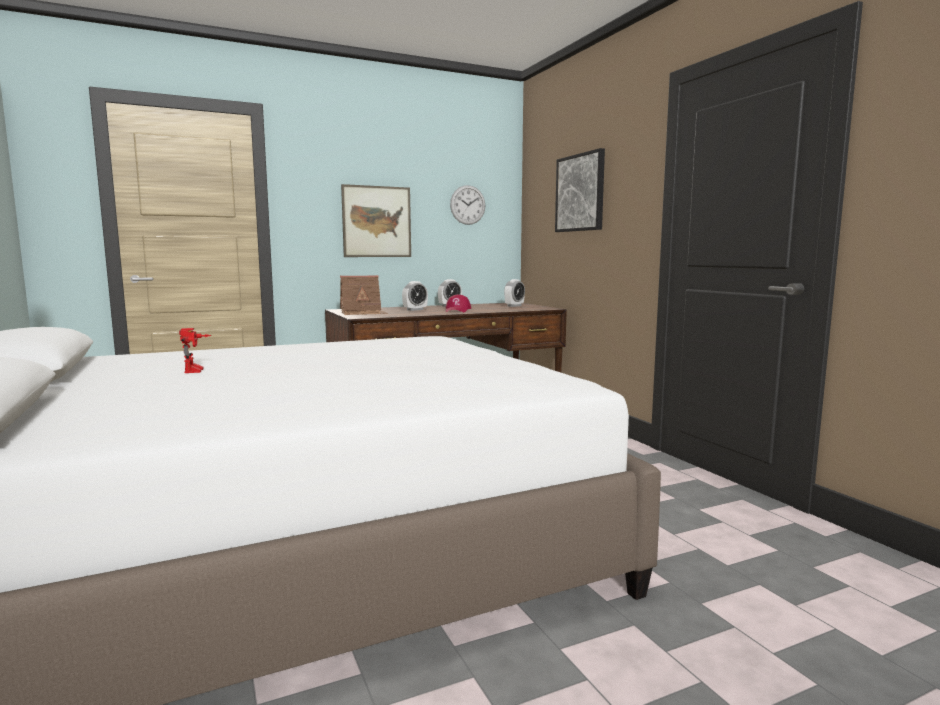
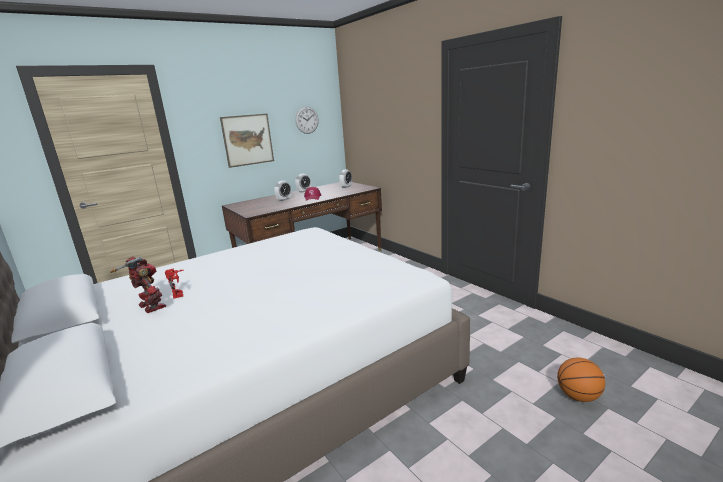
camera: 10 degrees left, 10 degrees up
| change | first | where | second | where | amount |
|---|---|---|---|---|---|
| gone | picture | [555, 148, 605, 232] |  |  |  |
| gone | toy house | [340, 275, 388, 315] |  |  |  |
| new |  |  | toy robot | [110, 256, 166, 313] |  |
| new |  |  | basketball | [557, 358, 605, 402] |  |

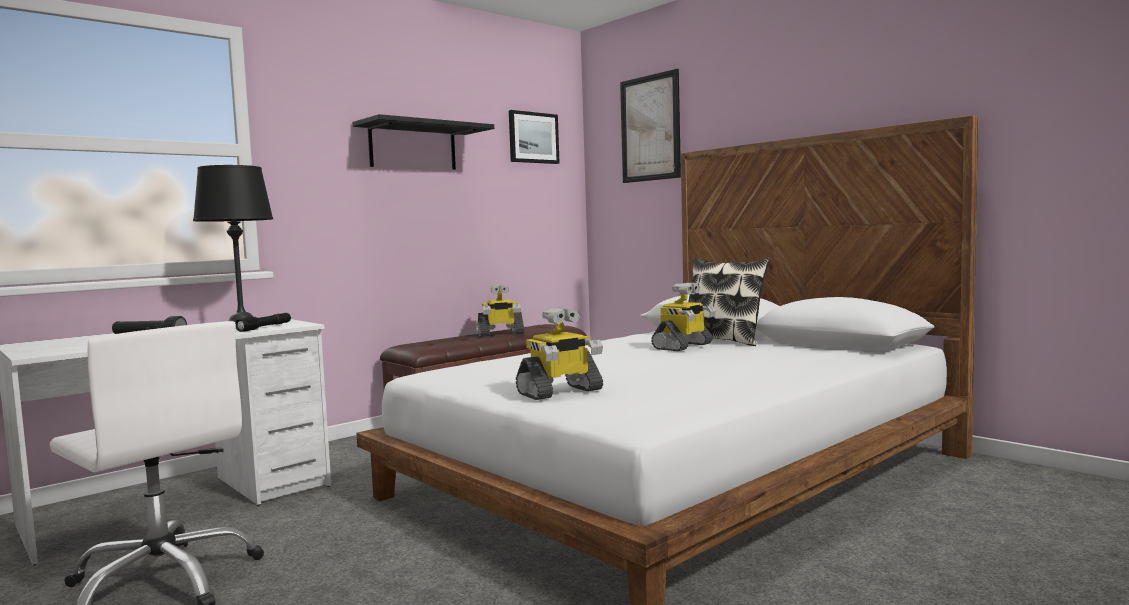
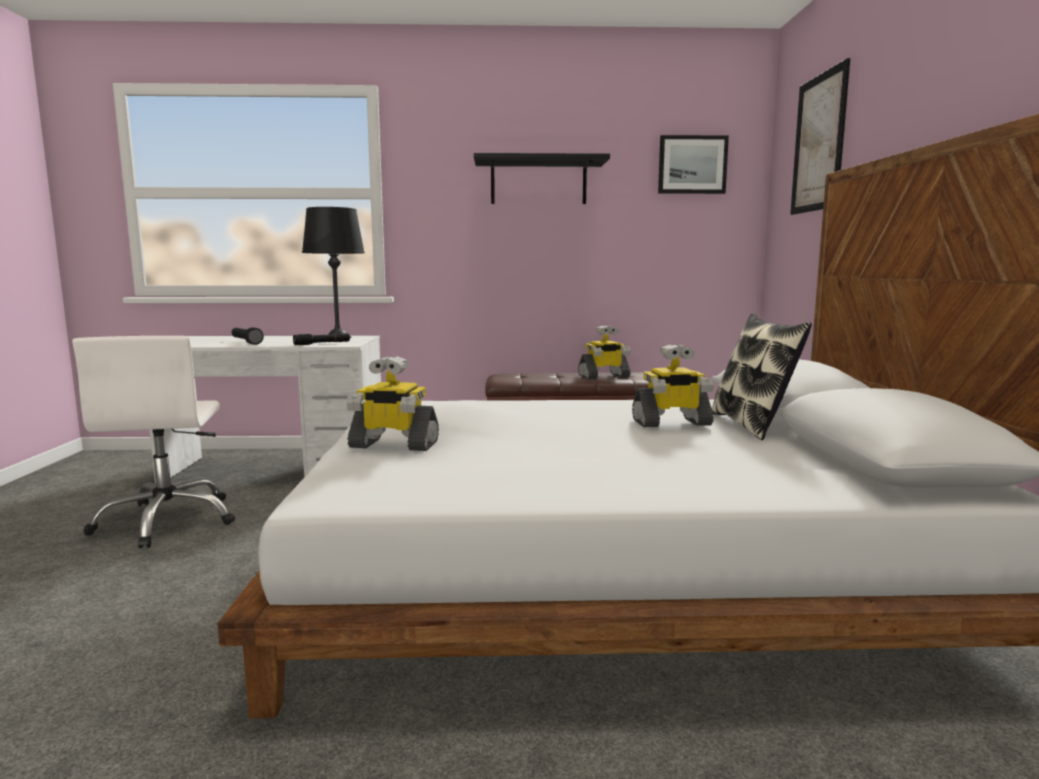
camera: 40 degrees right, 5 degrees up
| change | first | where | second | where | amount |
|---|---|---|---|---|---|
| rotated | toy robot | [478, 285, 524, 337] |  | [578, 325, 631, 379] | 45 degrees counterclockwise |

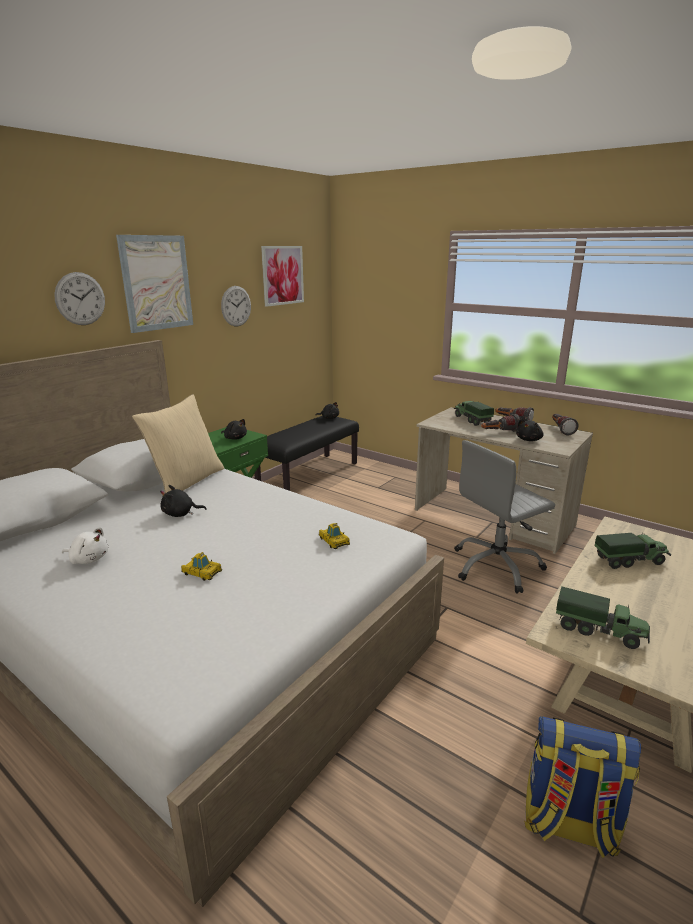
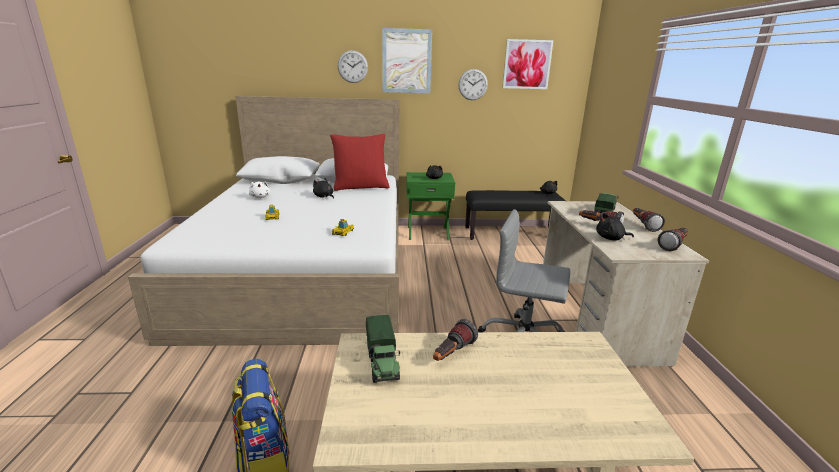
camera: 50 degrees right, 0 degrees up
| change | first | where | second | where | amount |
|---|---|---|---|---|---|
| repainted | pillow (beige) | [132, 394, 224, 493] | pillow (red) | [330, 134, 390, 191] |  |
| gone | toy truck | [595, 533, 671, 569] |  |  |  |
| new |  |  | flashlight | [433, 319, 478, 361] |  |

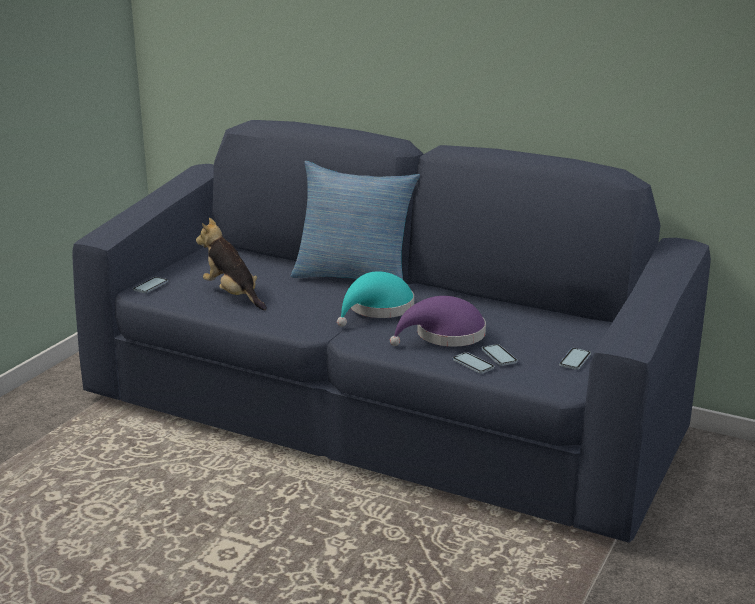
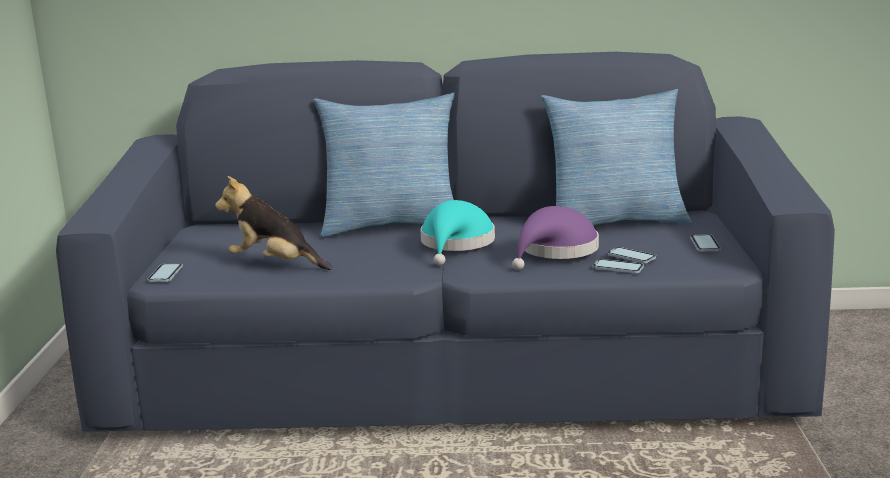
camera: 25 degrees left, 5 degrees down
| change | first | where | second | where | amount |
|---|---|---|---|---|---|
| new |  |  | pillow | [541, 89, 692, 226] |  |

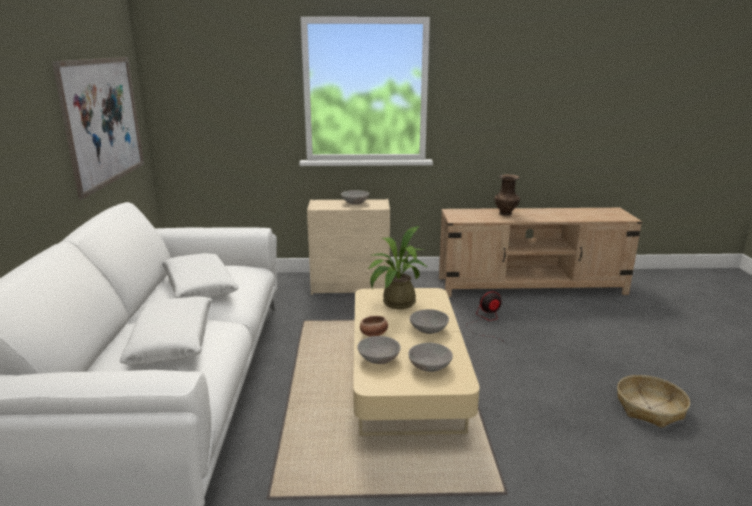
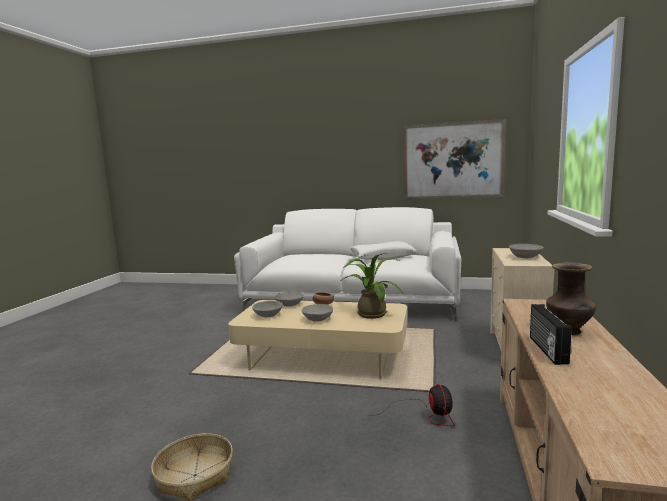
camera: 105 degrees right, 10 degrees down
| change | first | where | second | where | amount |
|---|---|---|---|---|---|
| gone | pillow (white) | [119, 297, 212, 365] |  |  |  |
| new |  |  | radio | [530, 304, 572, 365] |  |

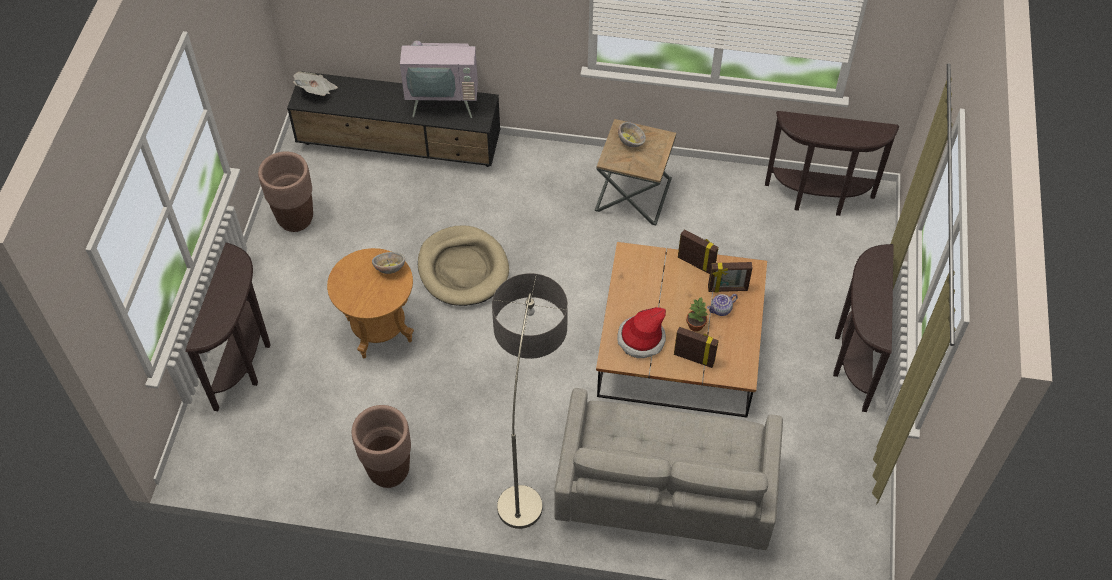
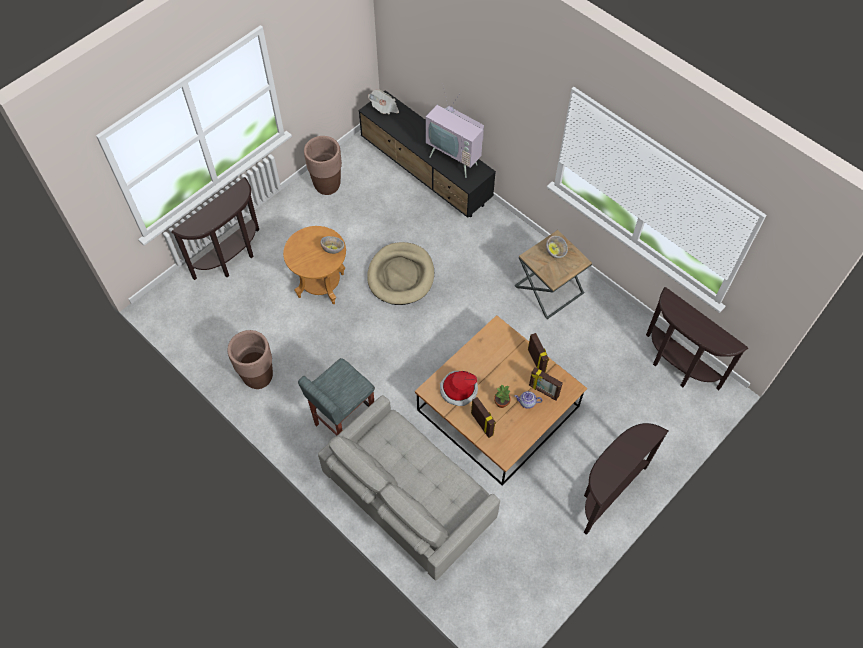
camera: 35 degrees right, 5 degrees up
| change | first | where | second | where | amount |
|---|---|---|---|---|---|
| swapped | floor lamp | [492, 273, 568, 529] | stool (grey) | [298, 358, 375, 436] |  |

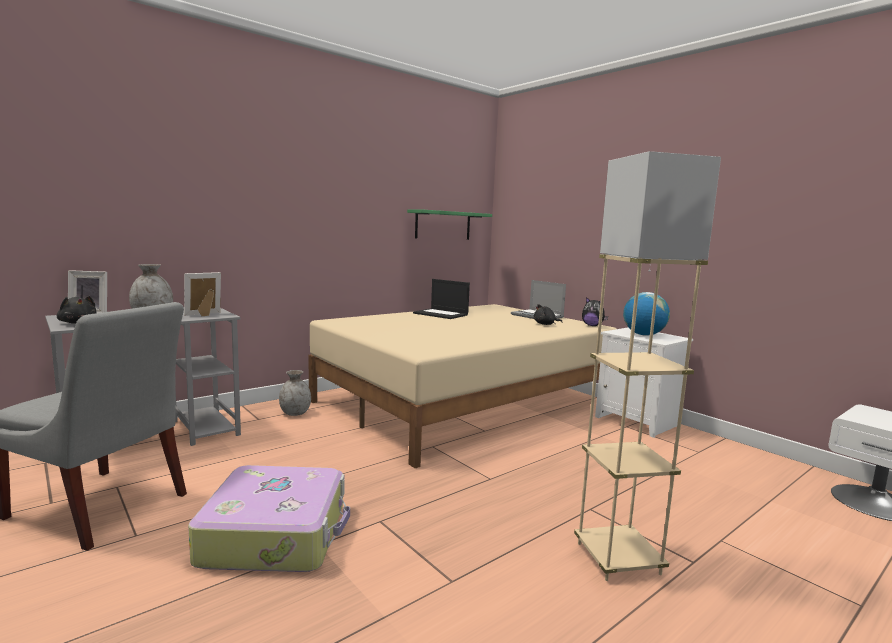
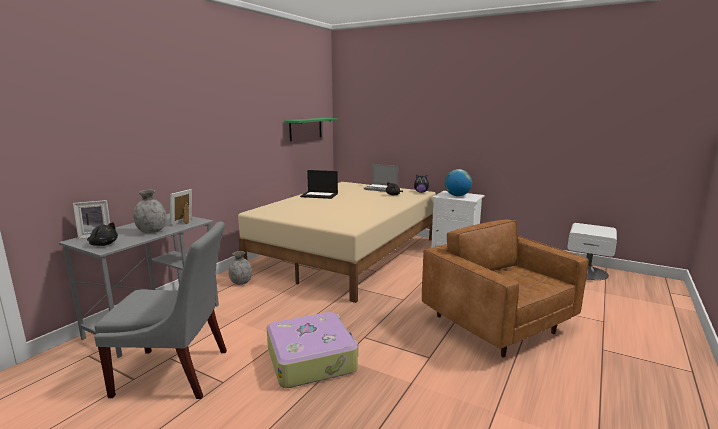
camera: 20 degrees left, 5 degrees up
| change | first | where | second | where | amount |
|---|---|---|---|---|---|
| swapped | floor lamp (beige) | [574, 151, 721, 581] | armchair (brown) | [422, 220, 589, 358] |  |

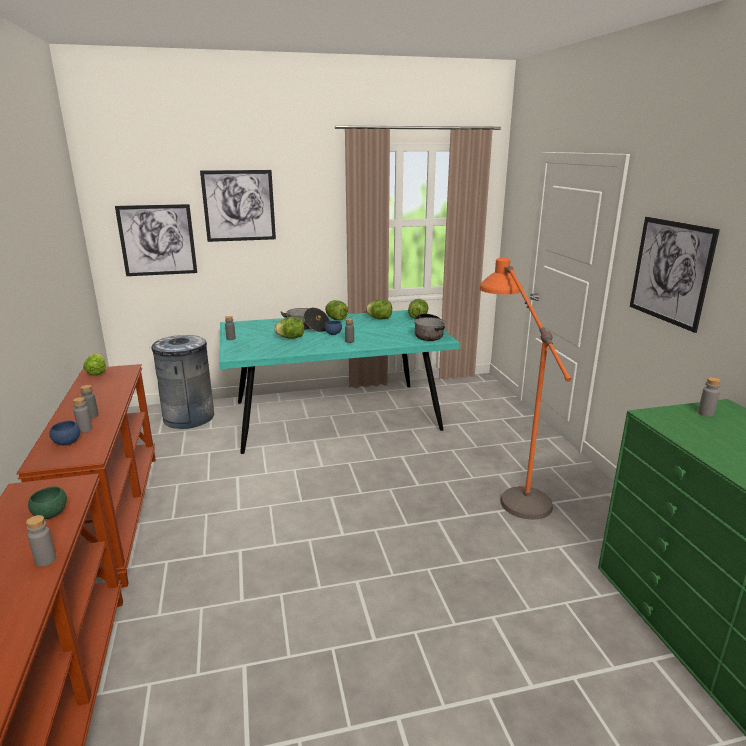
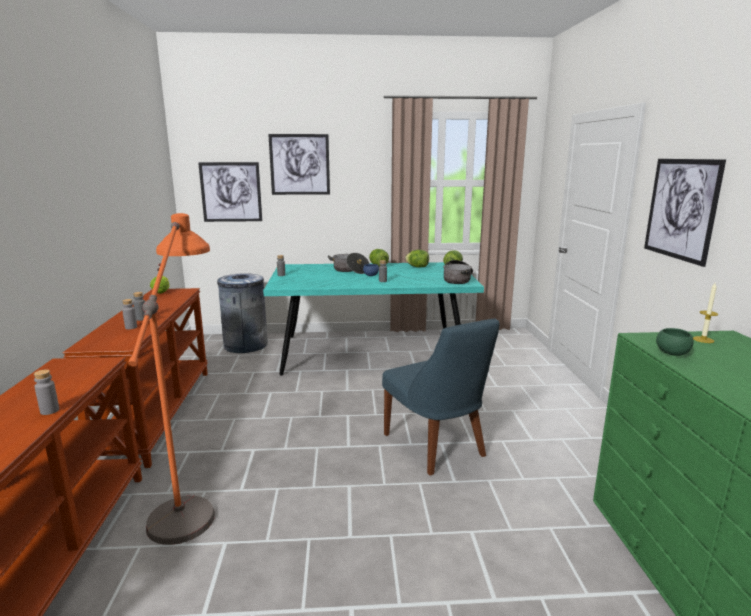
camera: 10 degrees right, 5 degrees down
| change | first | where | second | where | amount |
|---|---|---|---|---|---|
| shifted | floor lamp (orange) | [480, 258, 572, 520] |  | [128, 213, 215, 545] |  |
| gone | lettuce | [274, 317, 304, 339] |  |  |  |
| swapped | bottle (grey) | [698, 377, 721, 417] | candle | [693, 283, 718, 343] |  |
| gone | bowl (blue) | [49, 421, 80, 445] |  |  |  |
| shifted | bowl (green) | [28, 486, 67, 519] |  | [656, 328, 694, 356] |  |
| new |  |  | chair (blue) | [382, 319, 499, 475] |  |

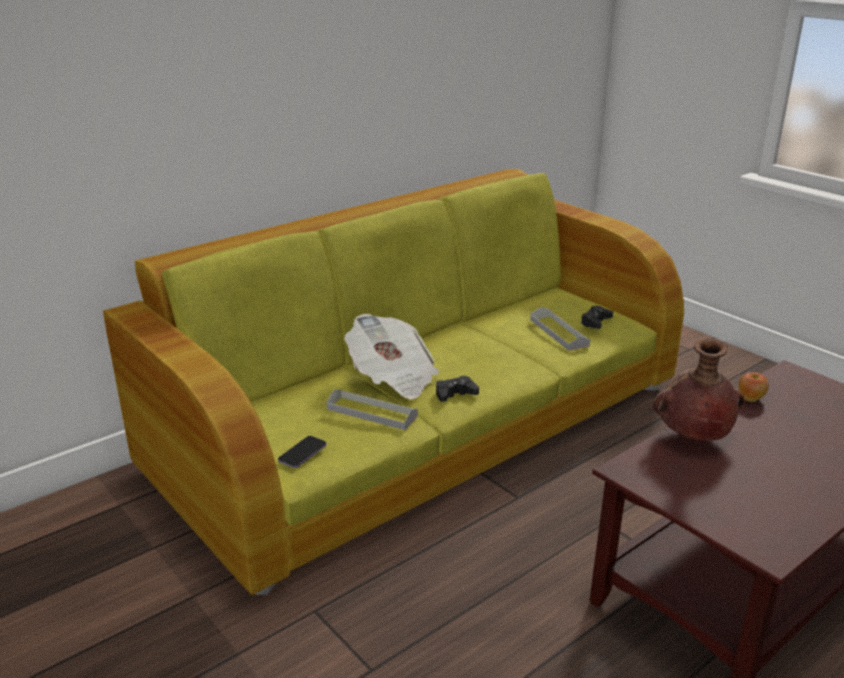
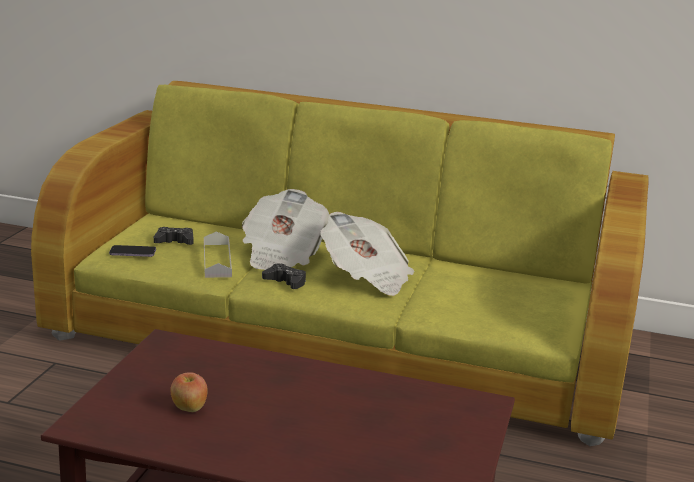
camera: 55 degrees right, 5 degrees down
| change | first | where | second | where | amount |
|---|---|---|---|---|---|
| shifted | game controller (black) | [580, 306, 613, 329] |  | [154, 227, 194, 245] |  |
| gone | tray (grey) | [530, 307, 590, 351] |  |  |  |
| gone | vase (brown) | [653, 338, 745, 441] |  |  |  |
| shifted | apple | [739, 372, 769, 402] |  | [170, 372, 208, 412] |  |
| new |  |  | newspaper | [321, 212, 414, 296] |  |

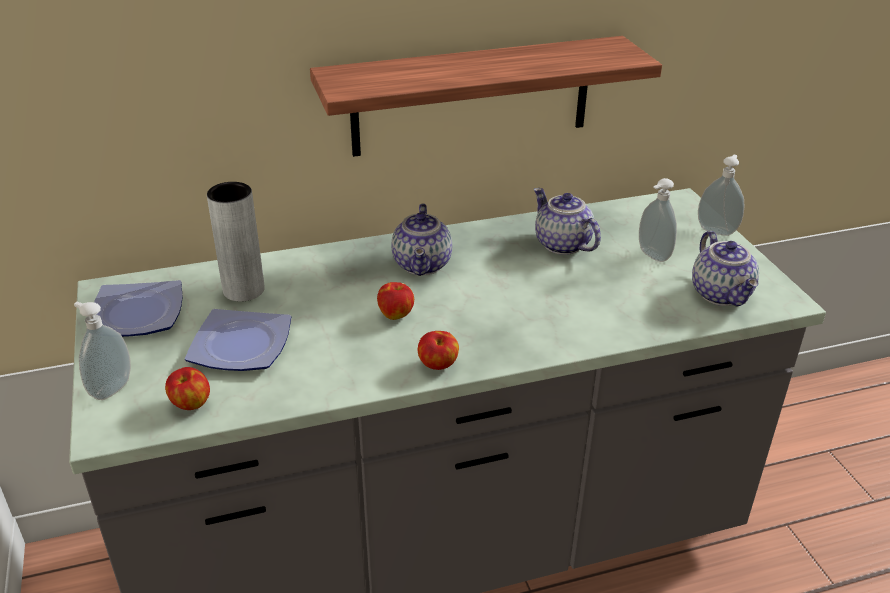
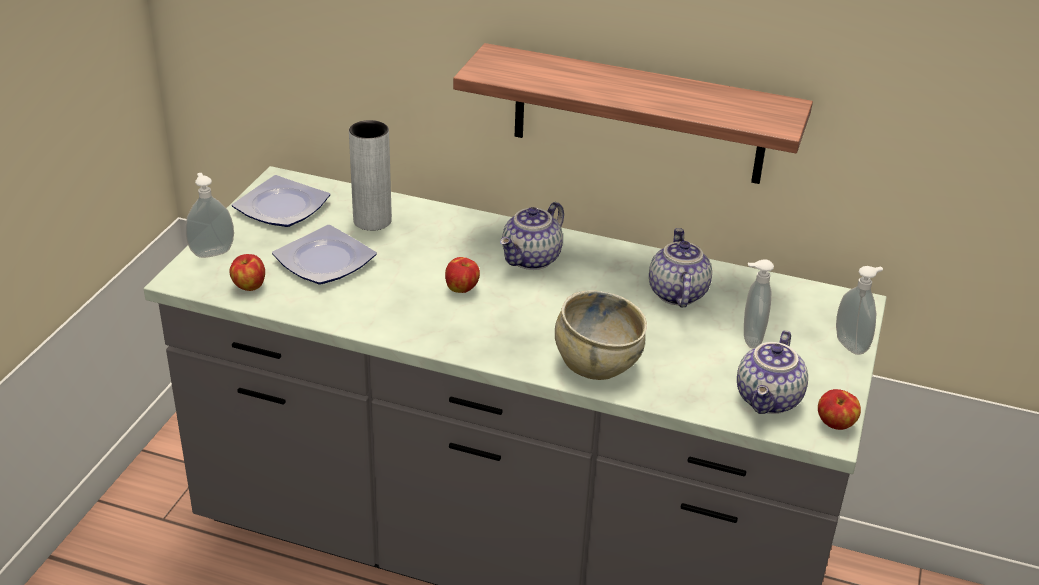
camera: 35 degrees right, 0 degrees up
| change | first | where | second | where | amount |
|---|---|---|---|---|---|
| shifted | apple | [418, 331, 459, 370] |  | [818, 389, 861, 430] |  |
| new |  |  | bowl (beige) | [555, 290, 647, 380] |  |

